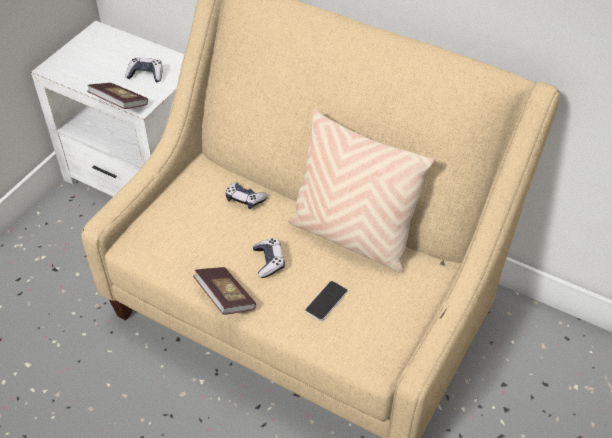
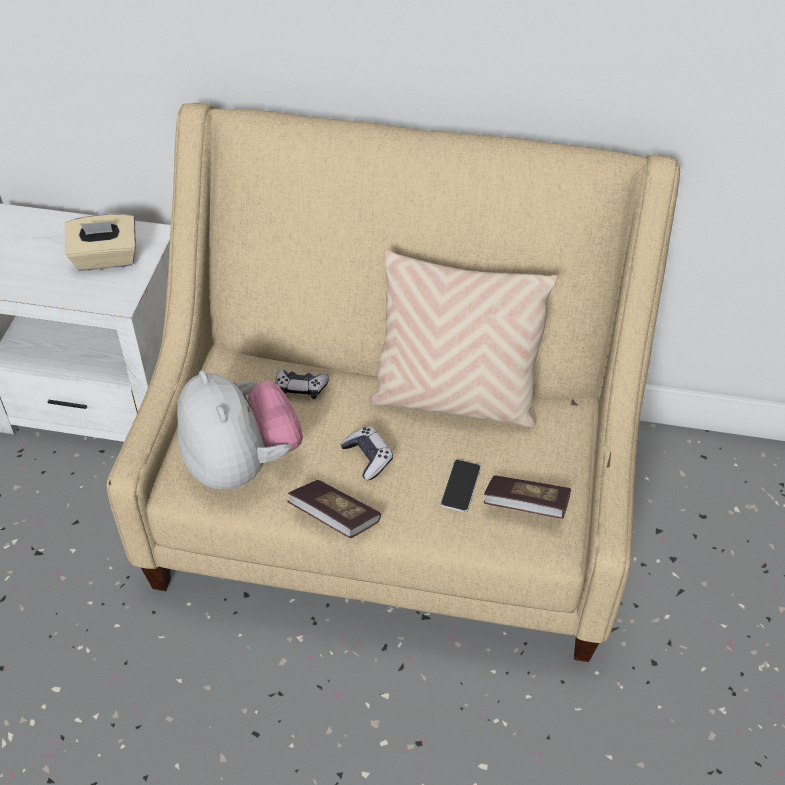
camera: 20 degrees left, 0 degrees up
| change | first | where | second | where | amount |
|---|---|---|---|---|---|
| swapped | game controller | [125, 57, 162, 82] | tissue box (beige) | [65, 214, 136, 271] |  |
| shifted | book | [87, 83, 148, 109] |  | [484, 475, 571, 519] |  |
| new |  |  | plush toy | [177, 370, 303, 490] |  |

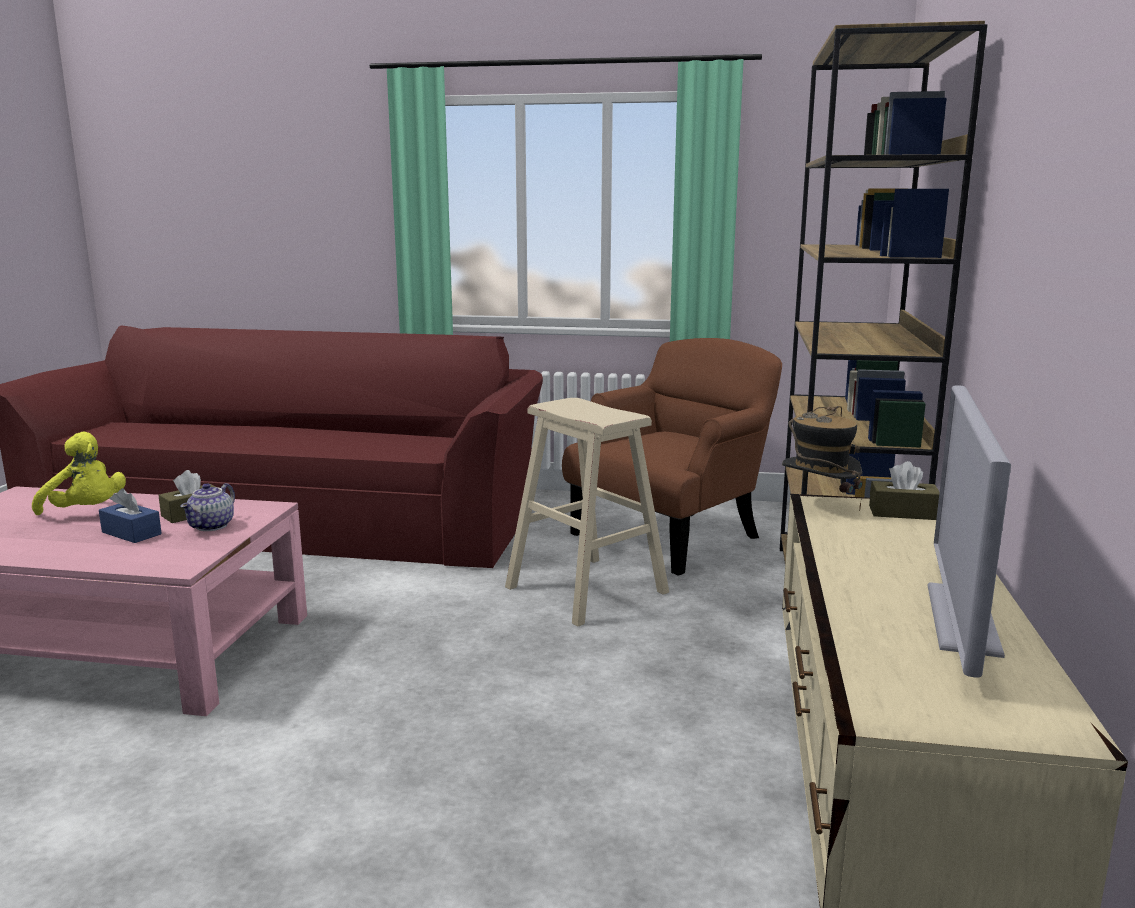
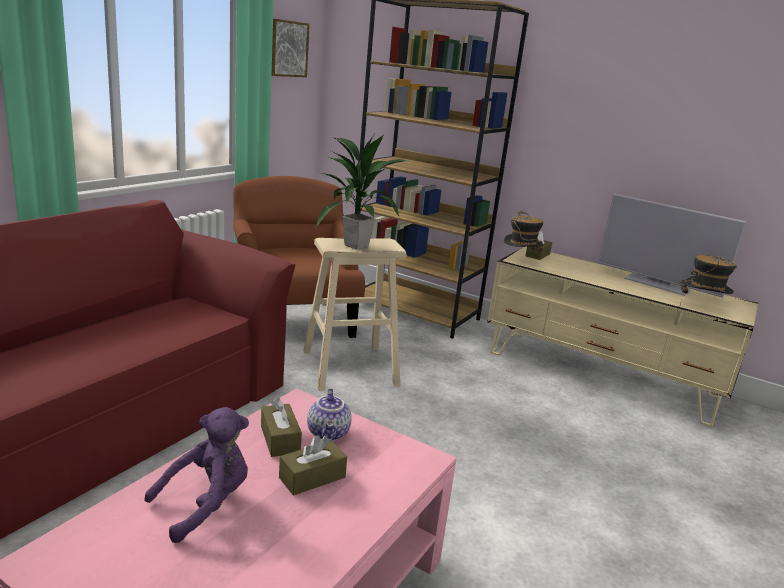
camera: 70 degrees left, 5 degrees up
| change | first | where | second | where | amount |
|---|---|---|---|---|---|
| repainted | plush toy (yellow) | [32, 432, 126, 515] | plush toy (purple) | [144, 407, 249, 543] |  |
| rotated | teapot | [180, 483, 235, 531] |  | [307, 388, 352, 441] | 45 degrees clockwise |
| repainted | tissue box (blue) | [99, 488, 162, 543] | tissue box (brown) | [279, 436, 347, 496] |  |
| new |  |  | picture | [271, 19, 310, 77] |  |
| new |  |  | potted plant | [316, 134, 408, 250] |  |
| new |  |  | hat | [680, 255, 737, 305] |  |

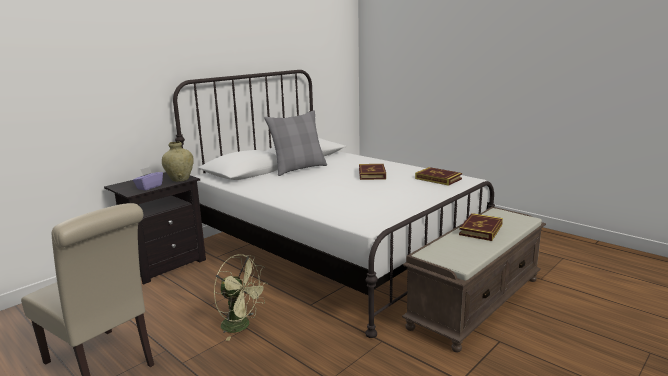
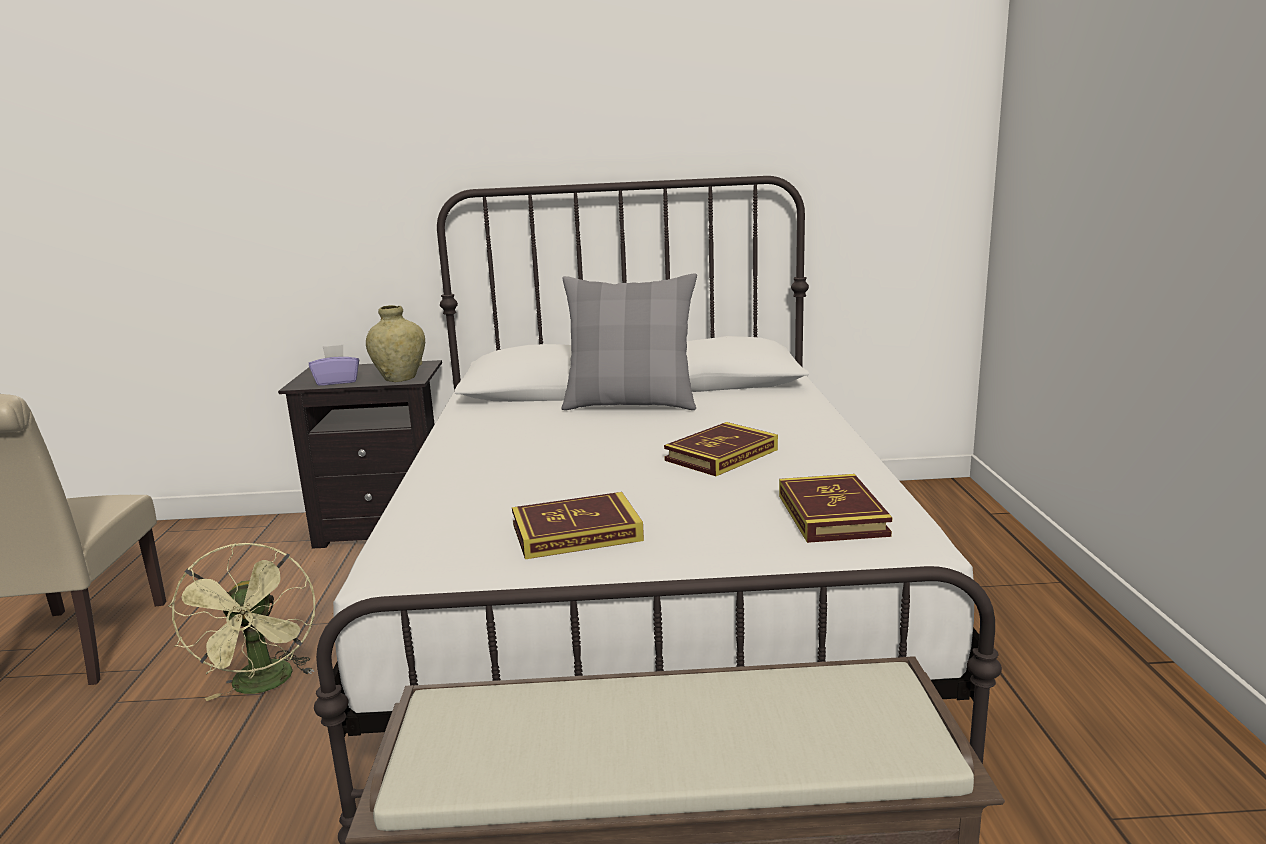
camera: 45 degrees right, 0 degrees up
| change | first | where | second | where | amount |
|---|---|---|---|---|---|
| shifted | book | [459, 213, 503, 241] |  | [512, 492, 644, 559] |  |

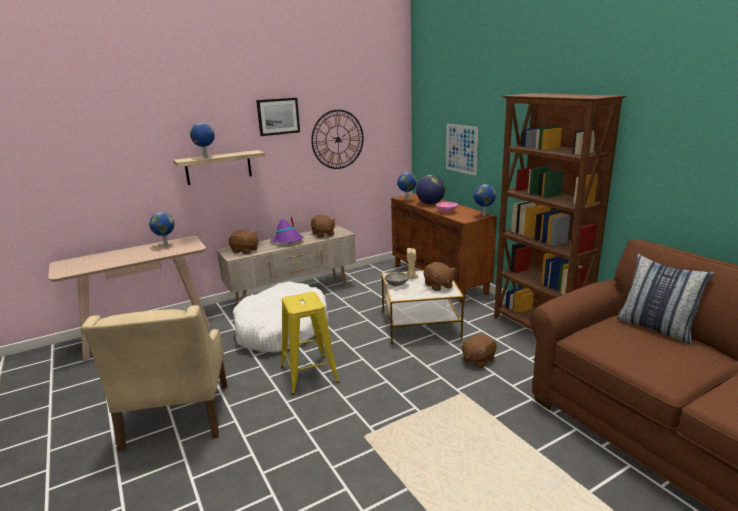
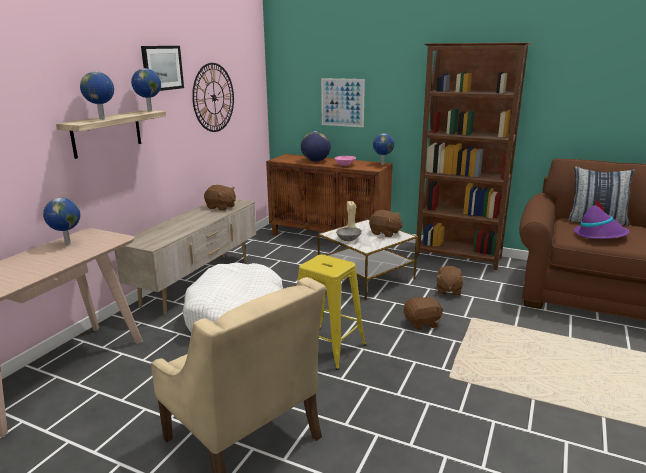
camera: 35 degrees left, 0 degrees up
| change | first | where | second | where | amount |
|---|---|---|---|---|---|
| shifted | globe | [397, 172, 417, 201] |  | [131, 68, 161, 112] |  |
| shifted | hat (purple) | [271, 216, 304, 243] |  | [574, 198, 630, 239] |  |
| shifted | plush toy (brown) | [229, 230, 259, 254] |  | [404, 295, 443, 330] |  |

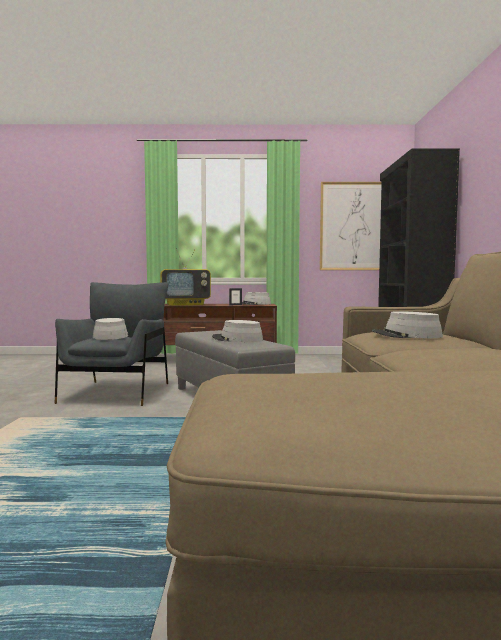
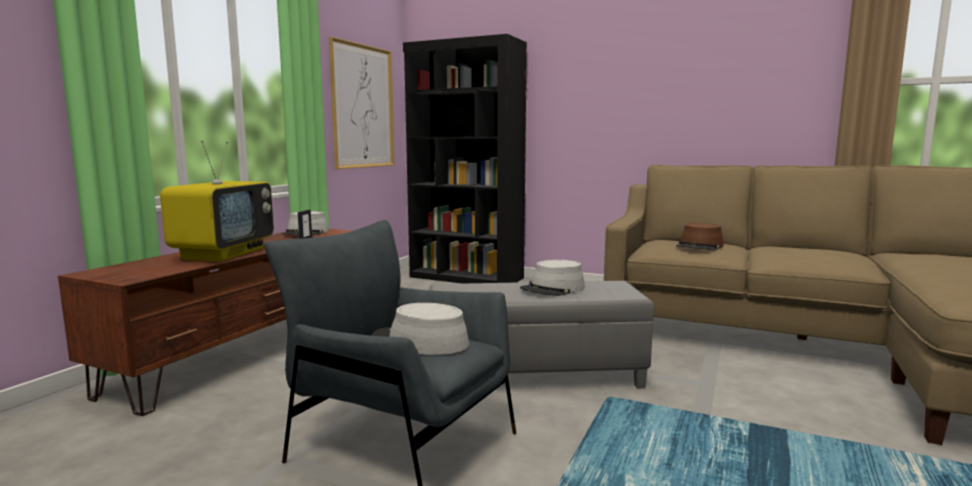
camera: 65 degrees left, 5 degrees up
| change | first | where | second | where | amount |
|---|---|---|---|---|---|
| repainted | hat (grey) | [372, 311, 443, 338] | hat (brown) | [676, 223, 724, 251] |  |

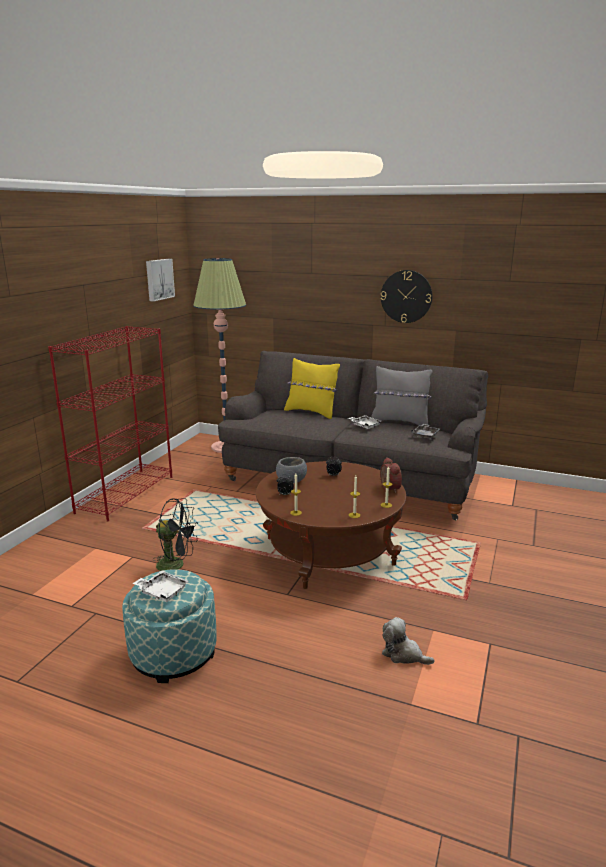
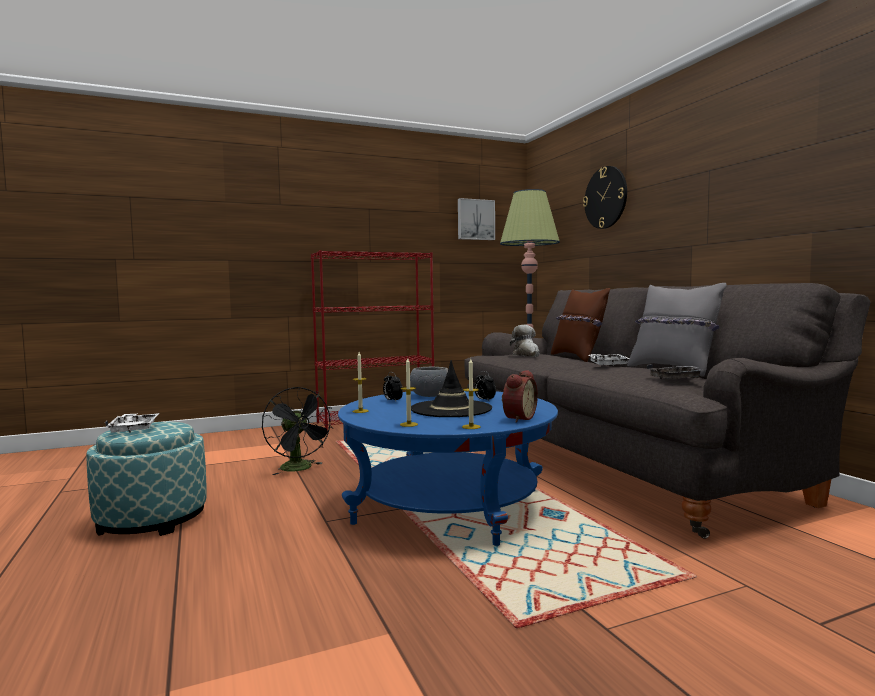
camera: 45 degrees right, 15 degrees down
| change | first | where | second | where | amount |
|---|---|---|---|---|---|
| shifted | wall clock | [381, 270, 432, 323] |  | [583, 166, 627, 229] |  |
| repainted | pillow (yellow) | [284, 358, 340, 419] | pillow (brown) | [551, 288, 610, 362] |  |
| repainted | coffee table (brown) | [256, 461, 406, 589] | coffee table (blue) | [338, 391, 558, 546] |  |
| shifted | plush toy | [382, 617, 435, 665] |  | [510, 325, 539, 357] |  |
| new |  |  | hat (black) | [411, 360, 492, 417] |  |

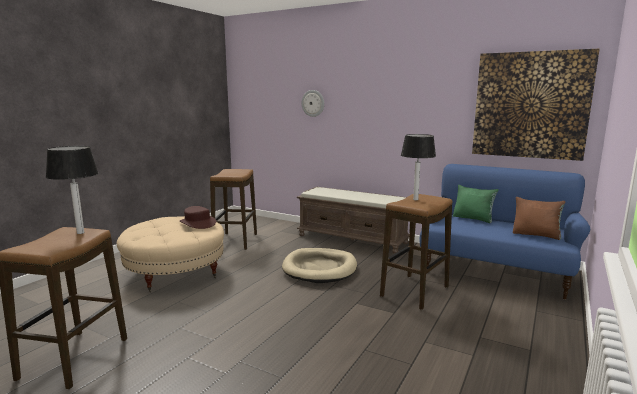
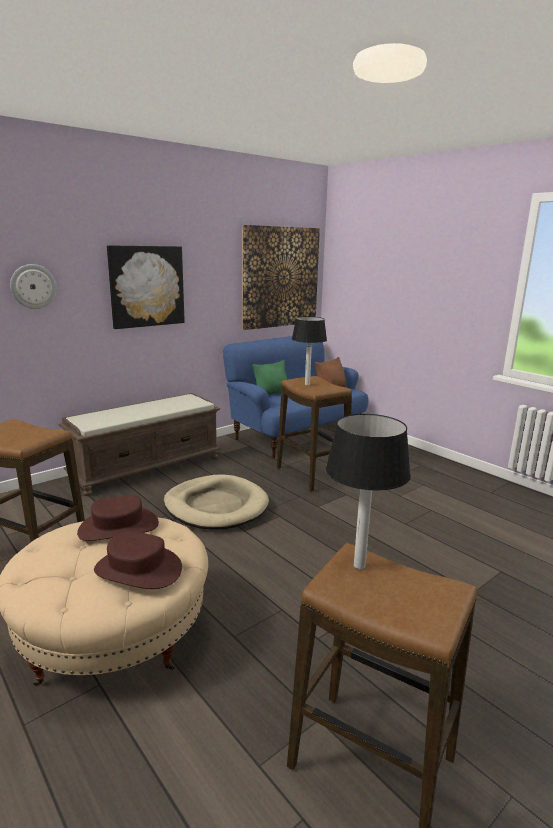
camera: 70 degrees left, 5 degrees up
| change | first | where | second | where | amount |
|---|---|---|---|---|---|
| new |  |  | picture | [107, 245, 185, 329] |  |
| new |  |  | hat (brown) | [94, 531, 182, 589] |  |

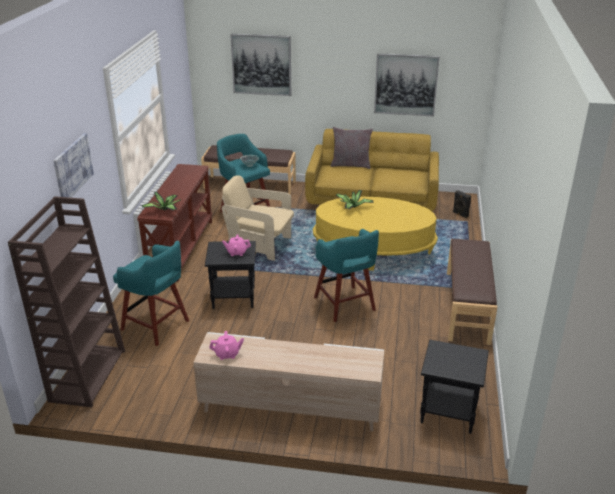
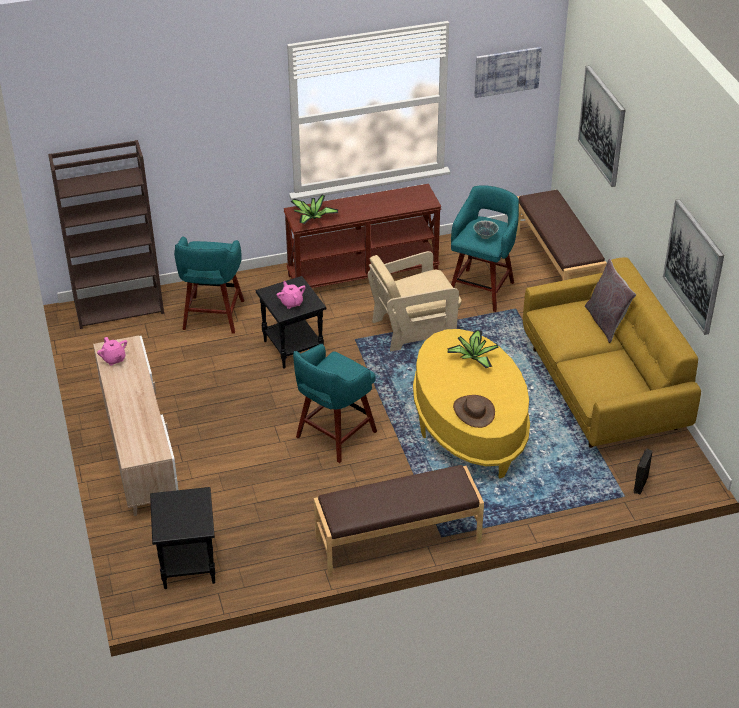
camera: 65 degrees right, 10 degrees up
| change | first | where | second | where | amount |
|---|---|---|---|---|---|
| shifted | picture | [53, 133, 94, 204] |  | [474, 47, 542, 98] |  |
| rotated | armchair (beige) | [222, 175, 294, 261] |  | [368, 251, 461, 351] | 105 degrees counterclockwise |
| new |  |  | hat (brown) | [453, 395, 495, 428] |  |

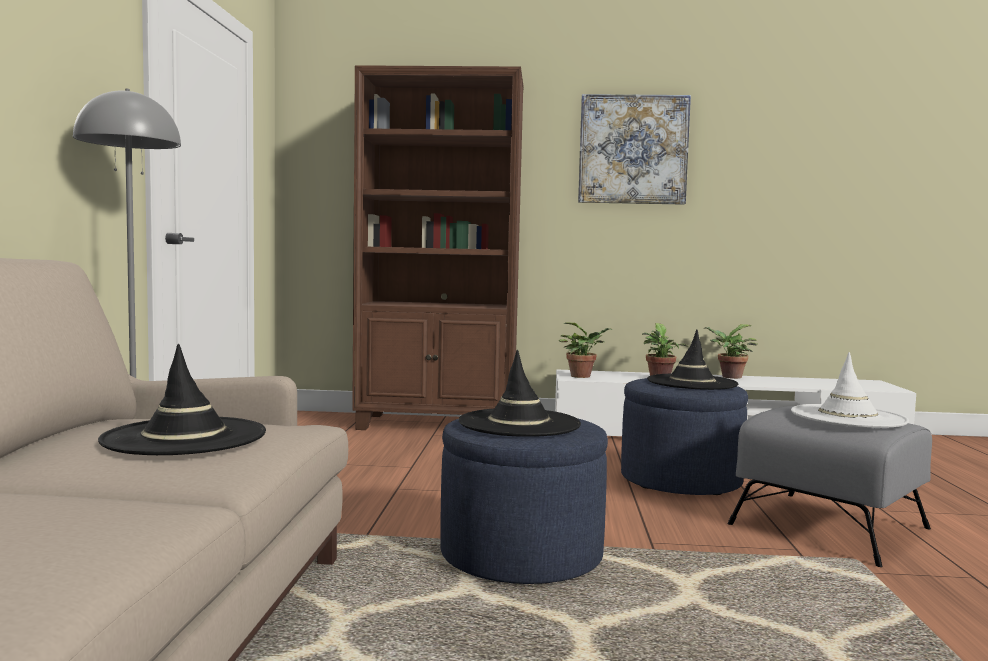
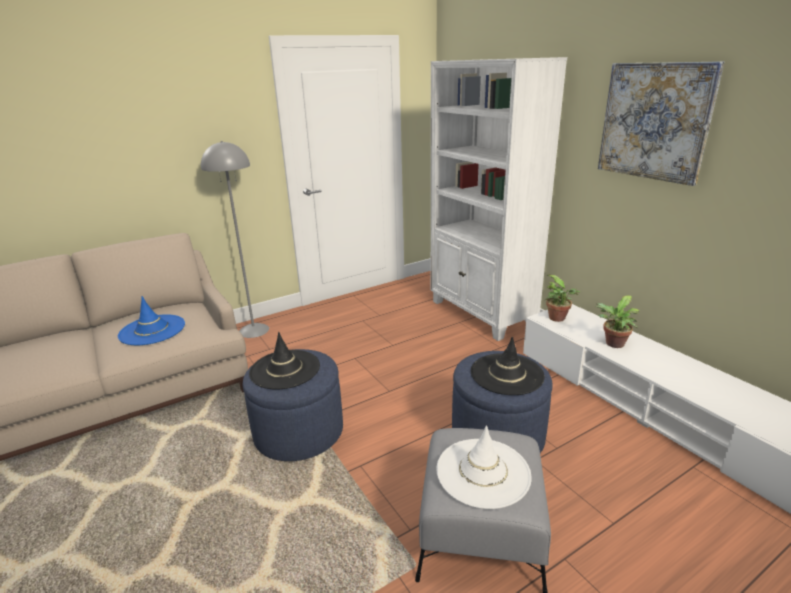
camera: 55 degrees right, 20 degrees up
| change | first | where | second | where | amount |
|---|---|---|---|---|---|
| repainted | bookcase (brown) | [352, 65, 524, 430] | bookcase (white) | [431, 57, 567, 341] |  |
| gone | potted plant | [703, 324, 758, 379] |  |  |  |
| repainted | hat (black) | [98, 344, 266, 455] | hat (blue) | [118, 296, 185, 345] |  |

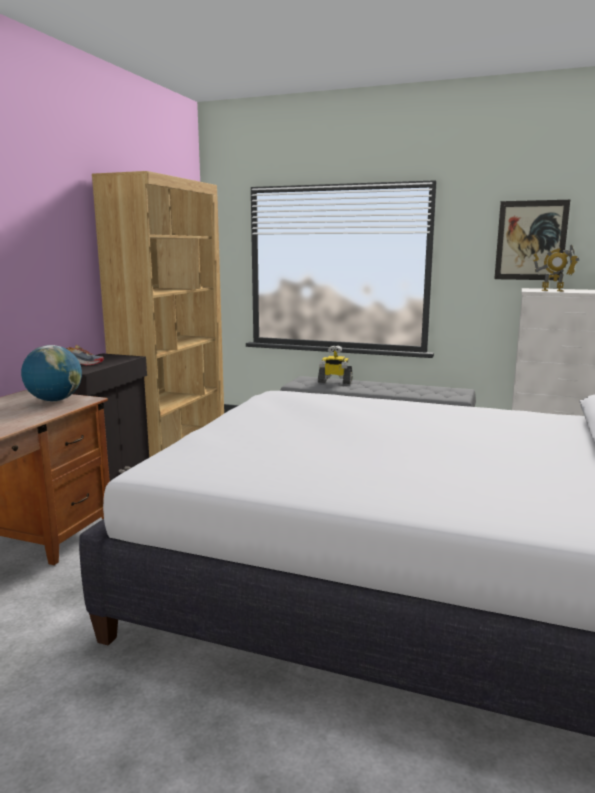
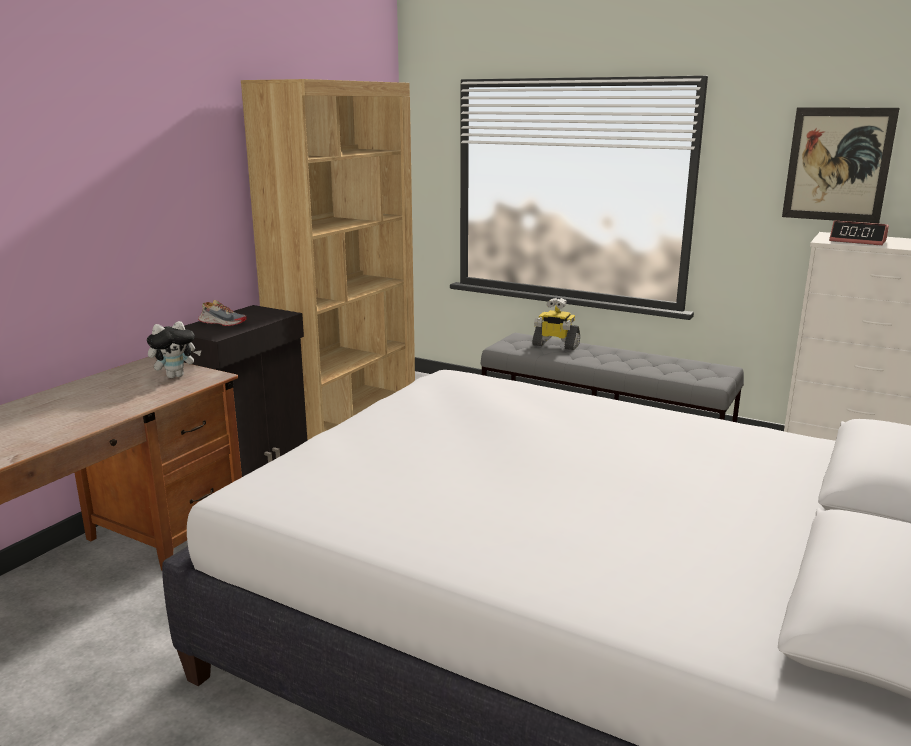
camera: 10 degrees right, 5 degrees up
| change | first | where | second | where | amount |
|---|---|---|---|---|---|
| swapped | toy robot | [533, 244, 579, 291] | alarm clock | [829, 221, 889, 245] |  |
| swapped | globe | [21, 345, 82, 402] | plush toy | [147, 321, 201, 378] |  |

